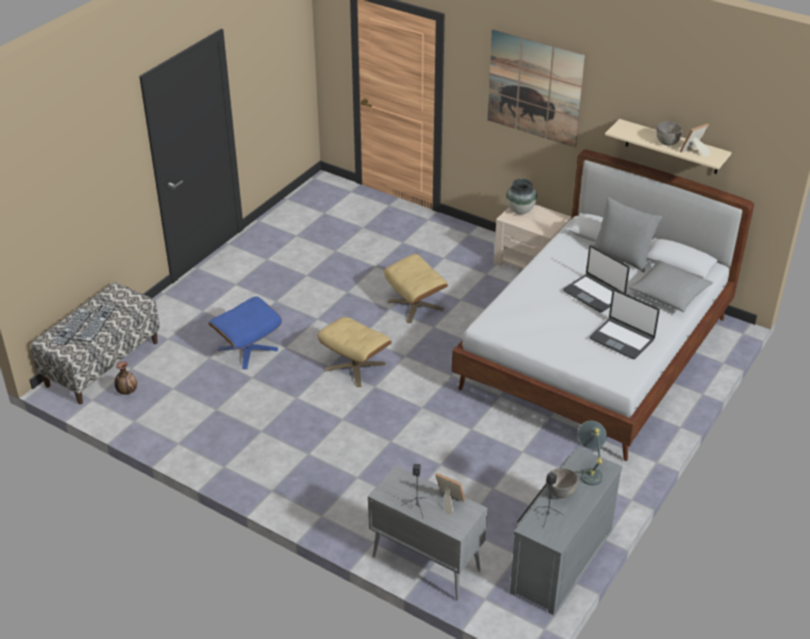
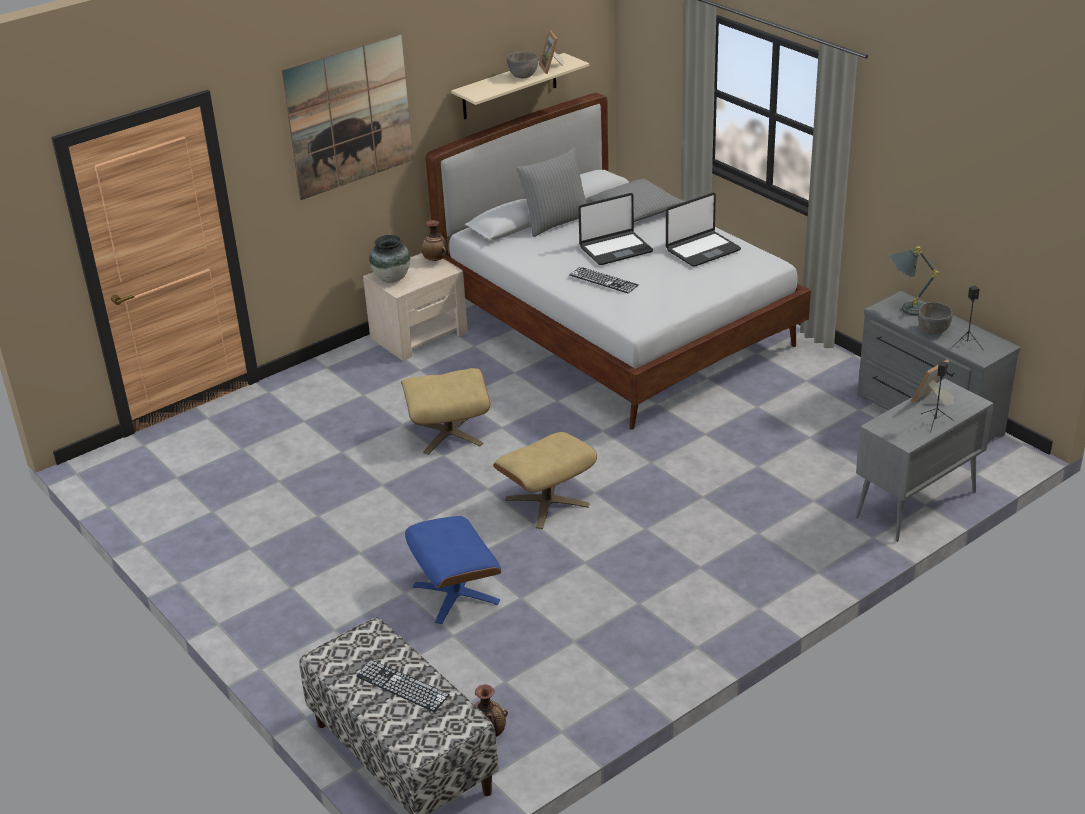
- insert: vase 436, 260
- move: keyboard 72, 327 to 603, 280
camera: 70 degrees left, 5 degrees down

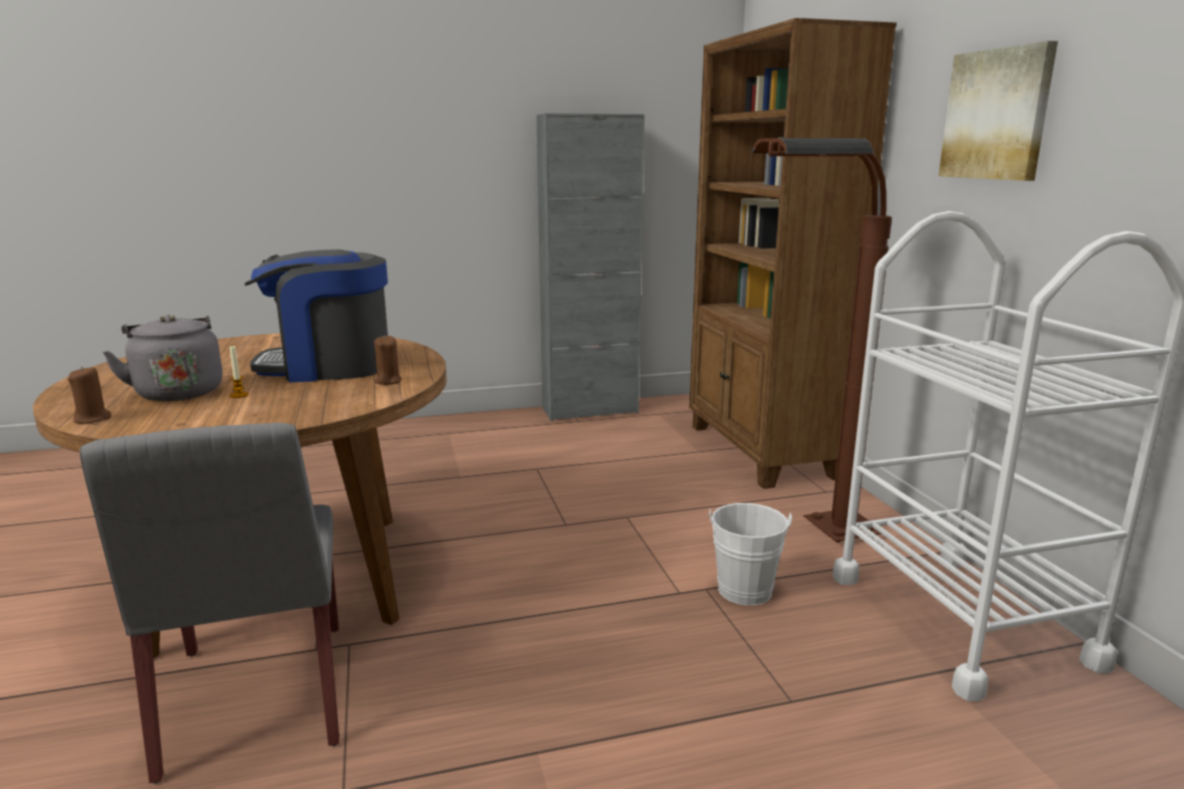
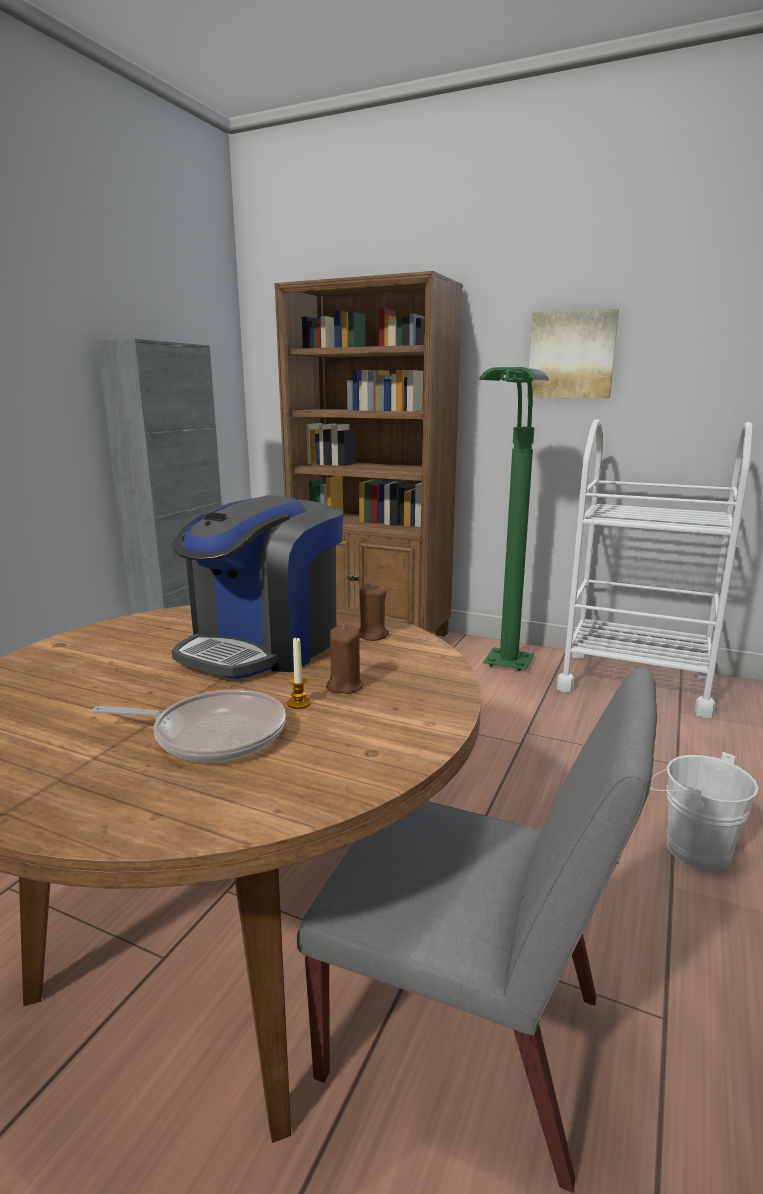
- move: brown_candle 93, 419 to 344, 686
- move: white_bucket 744, 587 to 690, 847
- replace: grey_kettle 178, 392 to frying_pan 213, 734
- recolor: brown_floor_lamp 807, 537 to green_floor_lamp 503, 675
camera: 50 degrees left, 0 degrees up

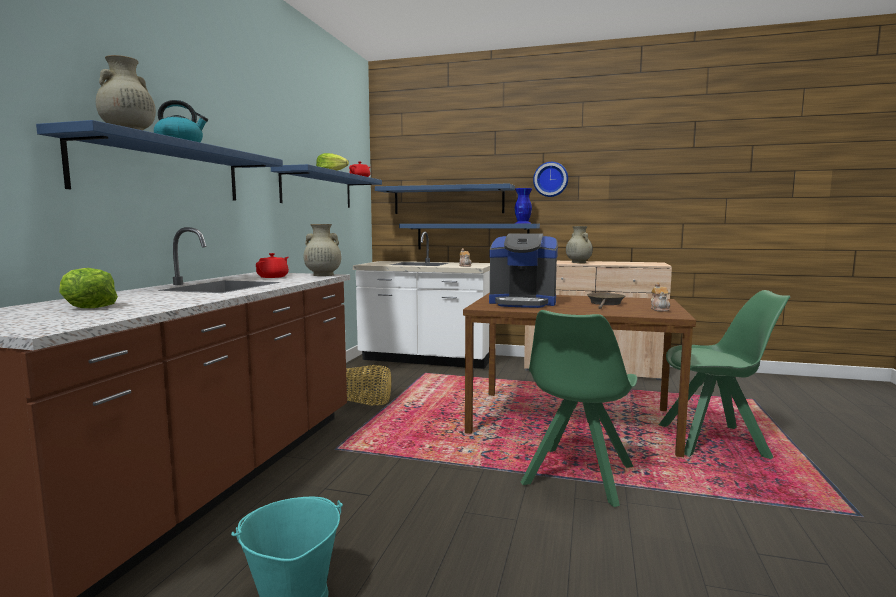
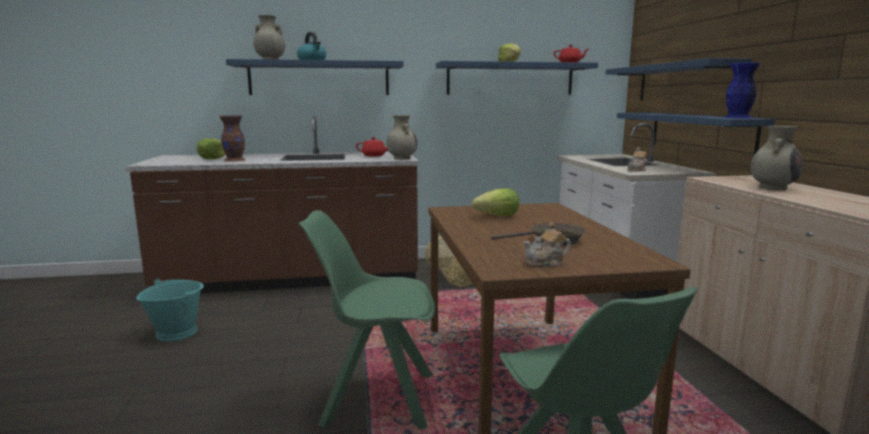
- delete: wall_clock 550, 179
- insert: brown_vase 235, 160
- replace: coffee_machine 523, 303 to lettuce 497, 216
camera: 65 degrees right, 5 degrees up

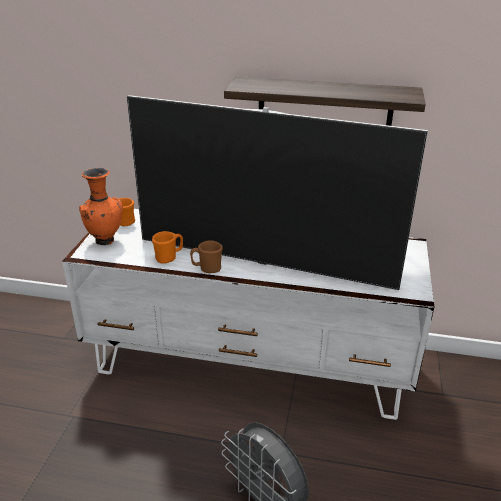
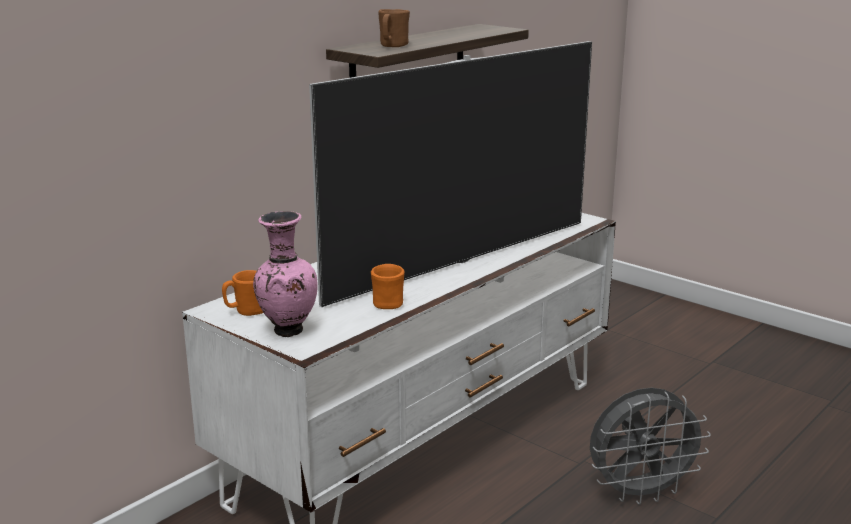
- move: brown_mug 207, 269 to 392, 46
- recolor: orange_vase 105, 240 to pink_vase 286, 331
camera: 60 degrees left, 10 degrees down

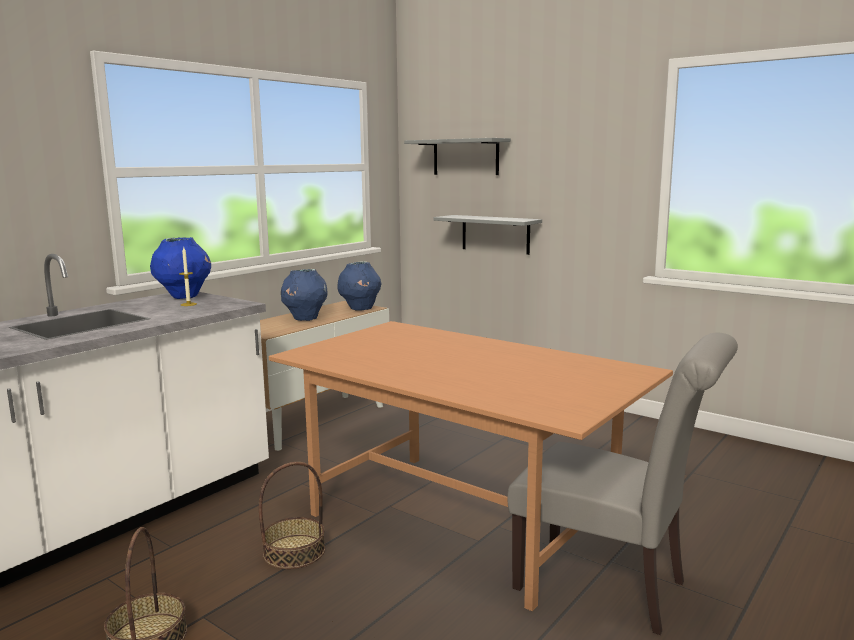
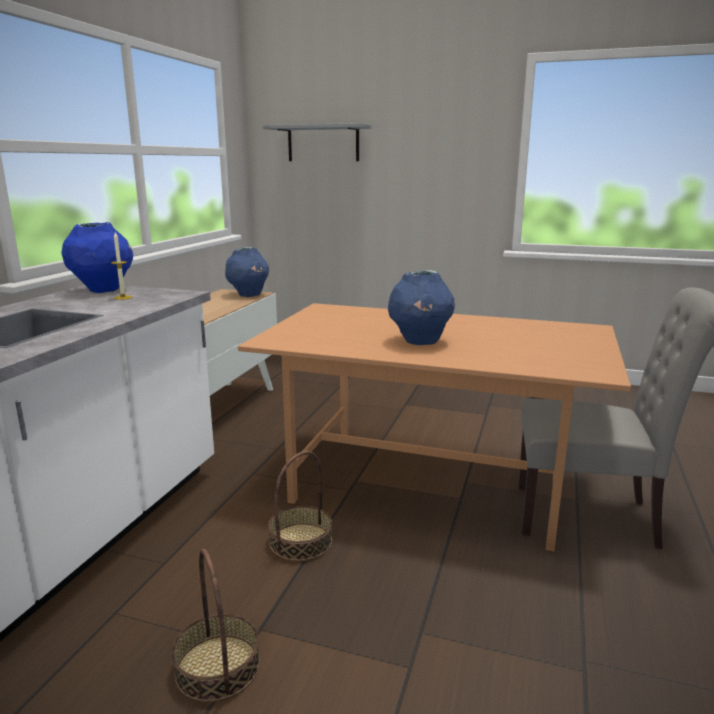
- delete: grey_shelf 495, 234
- move: blue_vase 305, 319 to 420, 341
camera: 20 degrees left, 5 degrees up

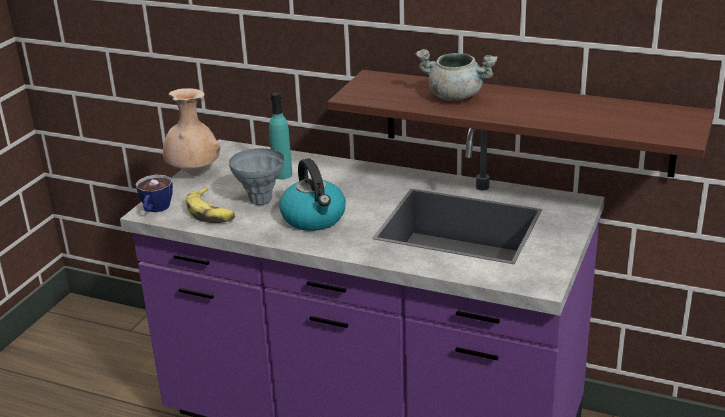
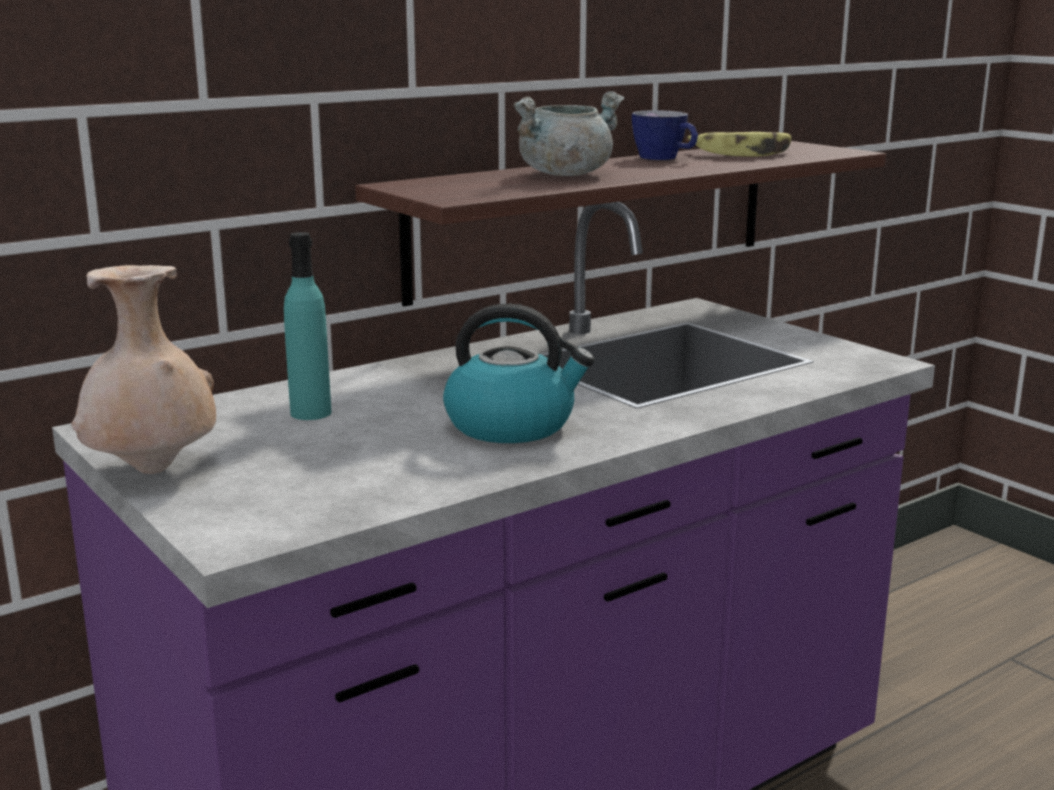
- delete: grey_vase 260, 200
- move: cup 155, 210 to 665, 158
- move: banana 211, 213 to 743, 153
camera: 60 degrees left, 10 degrees down

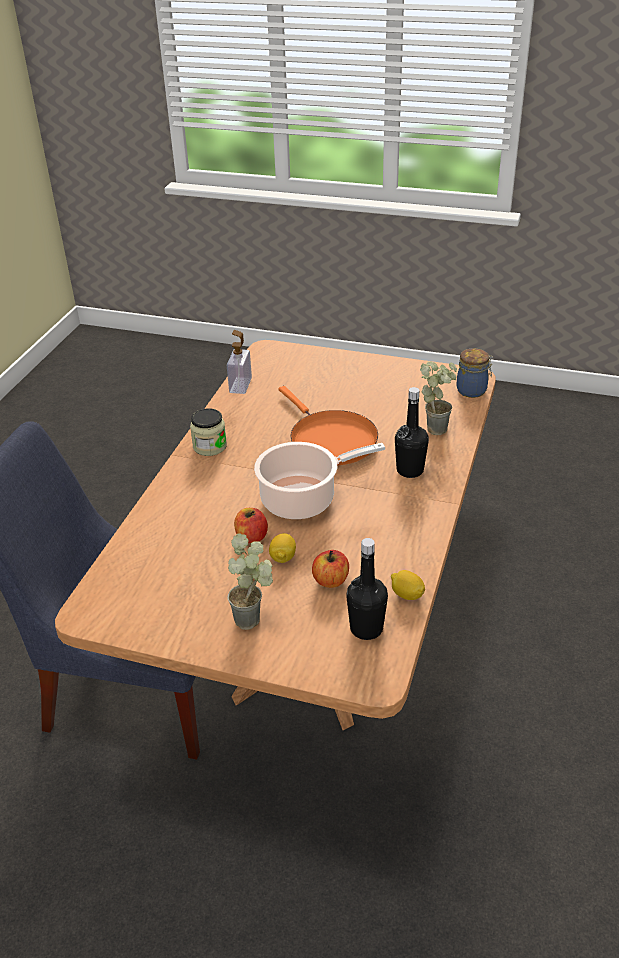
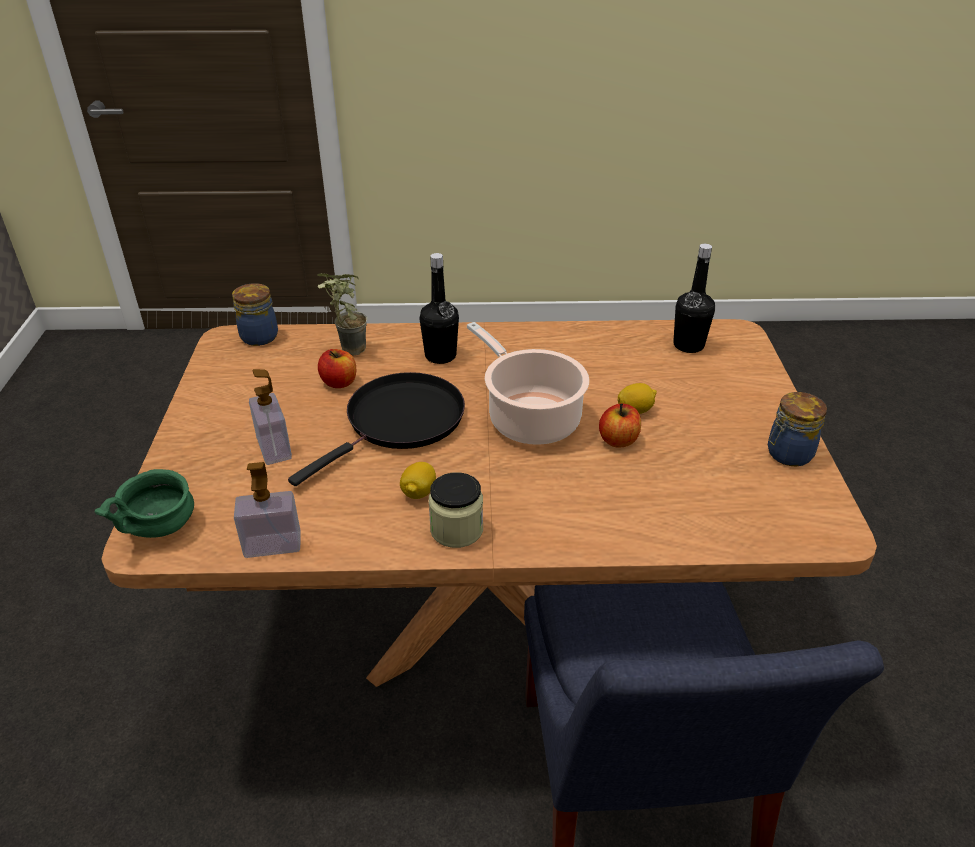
- delete: potted_plant 255, 620
- insert: green_bowl 160, 527
- insert: soap_dispenser 274, 448
- insert: jar 787, 454
- move: apple 331, 580 to 339, 382
- move: lemon 407, 595 to 419, 492
- recolor: orange_frying_pan 330, 439 to black_frying_pan 400, 422
camera: 110 degrees left, 0 degrees up

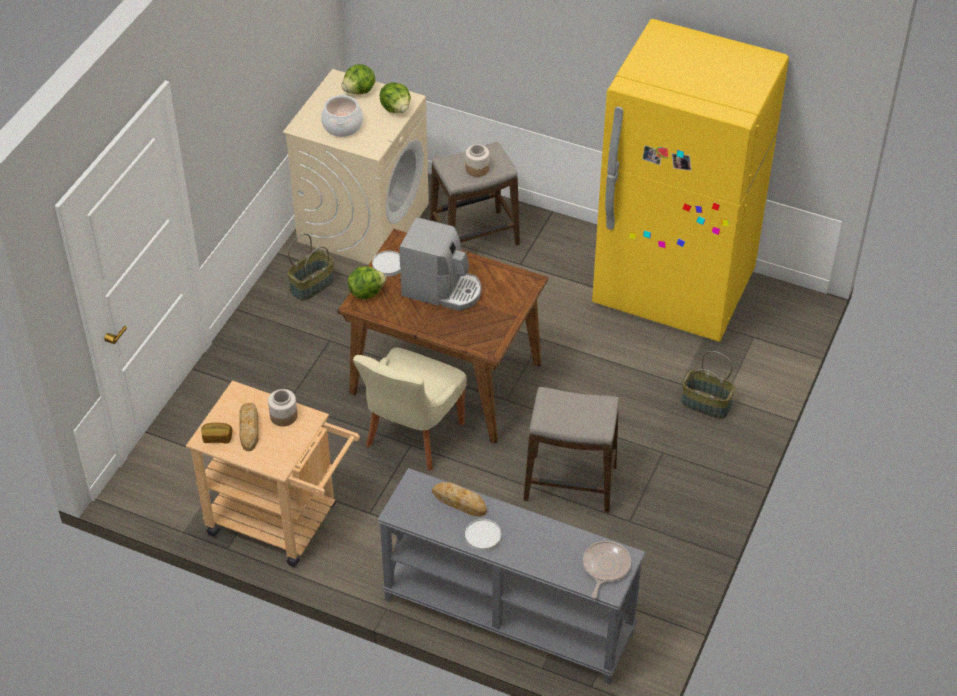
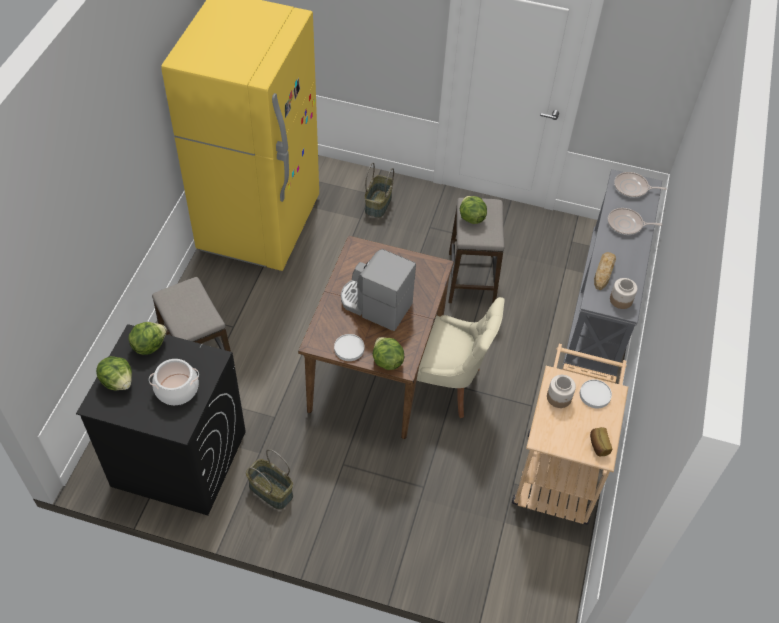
- delete: bread 249, 428
- insert: lettuce 471, 218
- insert: frying_pan 626, 224
- move: jar 477, 168 to 620, 300
- move: white_plate 483, 536 to 594, 395
- recolor: beige_washing_machine 363, 222 to black_washing_machine 178, 458
- rotate: coffee_machine 442, 289 = 375, 305 75 degrees counterclockwise
camera: 100 degrees left, 5 degrees up

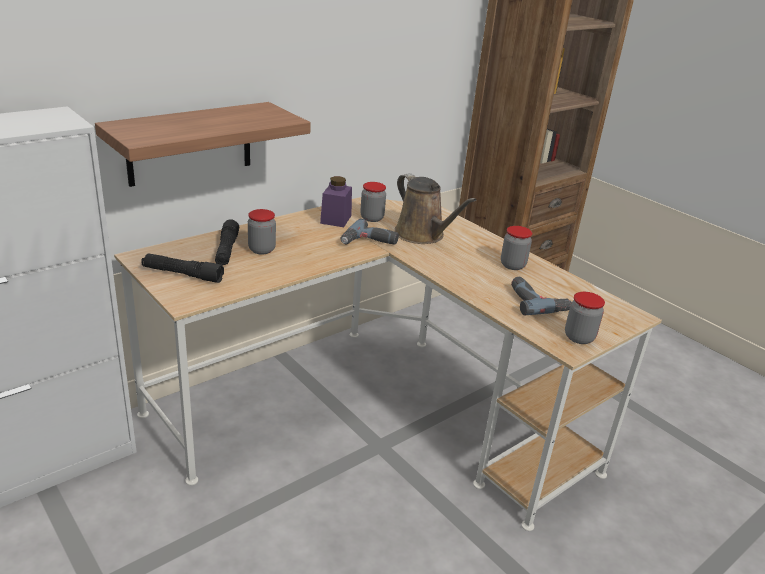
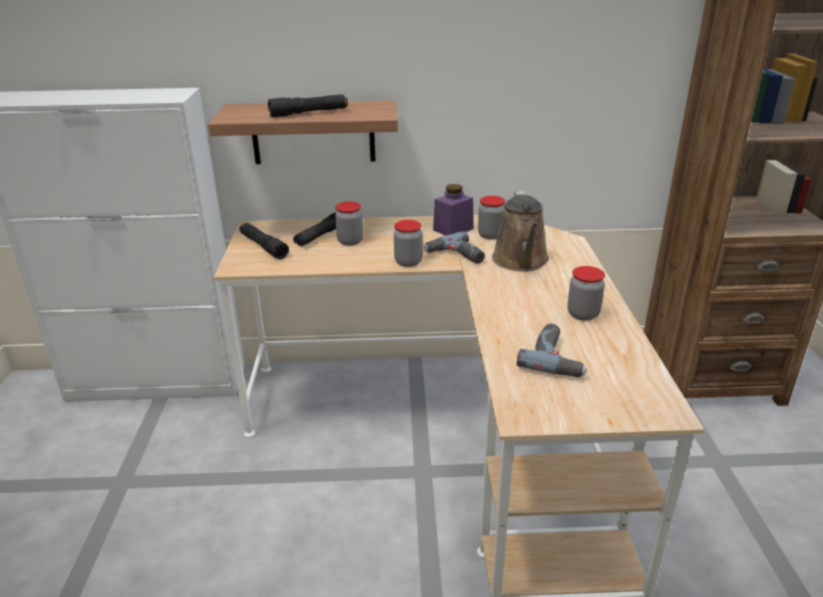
- insert: black_flashlight 309, 113
- move: jar 579, 337 to 408, 262
camera: 40 degrees right, 0 degrees up

